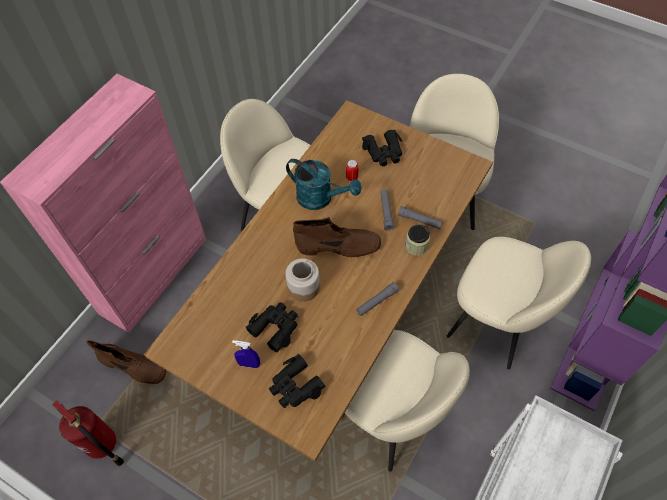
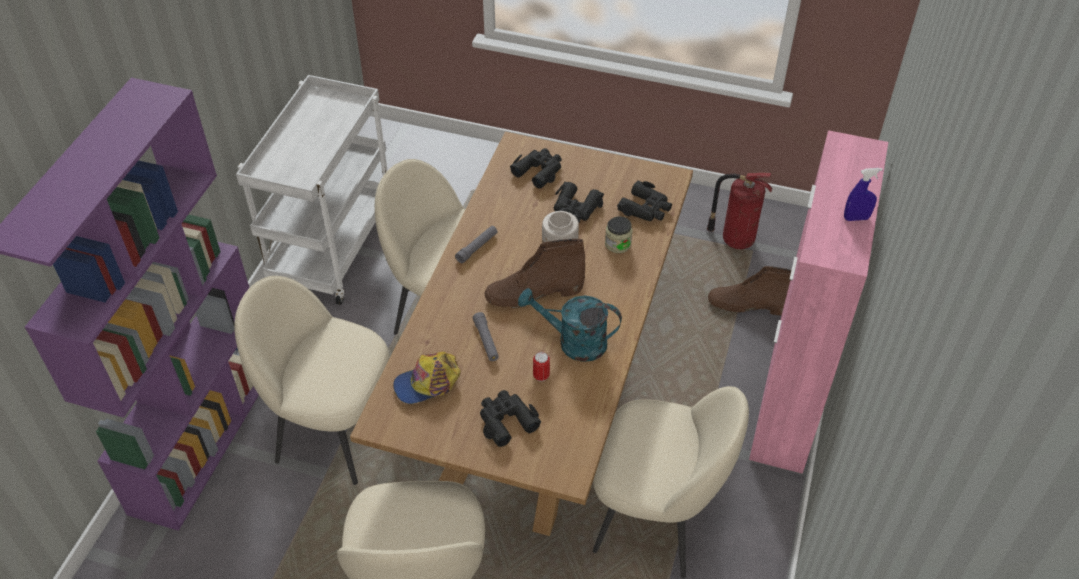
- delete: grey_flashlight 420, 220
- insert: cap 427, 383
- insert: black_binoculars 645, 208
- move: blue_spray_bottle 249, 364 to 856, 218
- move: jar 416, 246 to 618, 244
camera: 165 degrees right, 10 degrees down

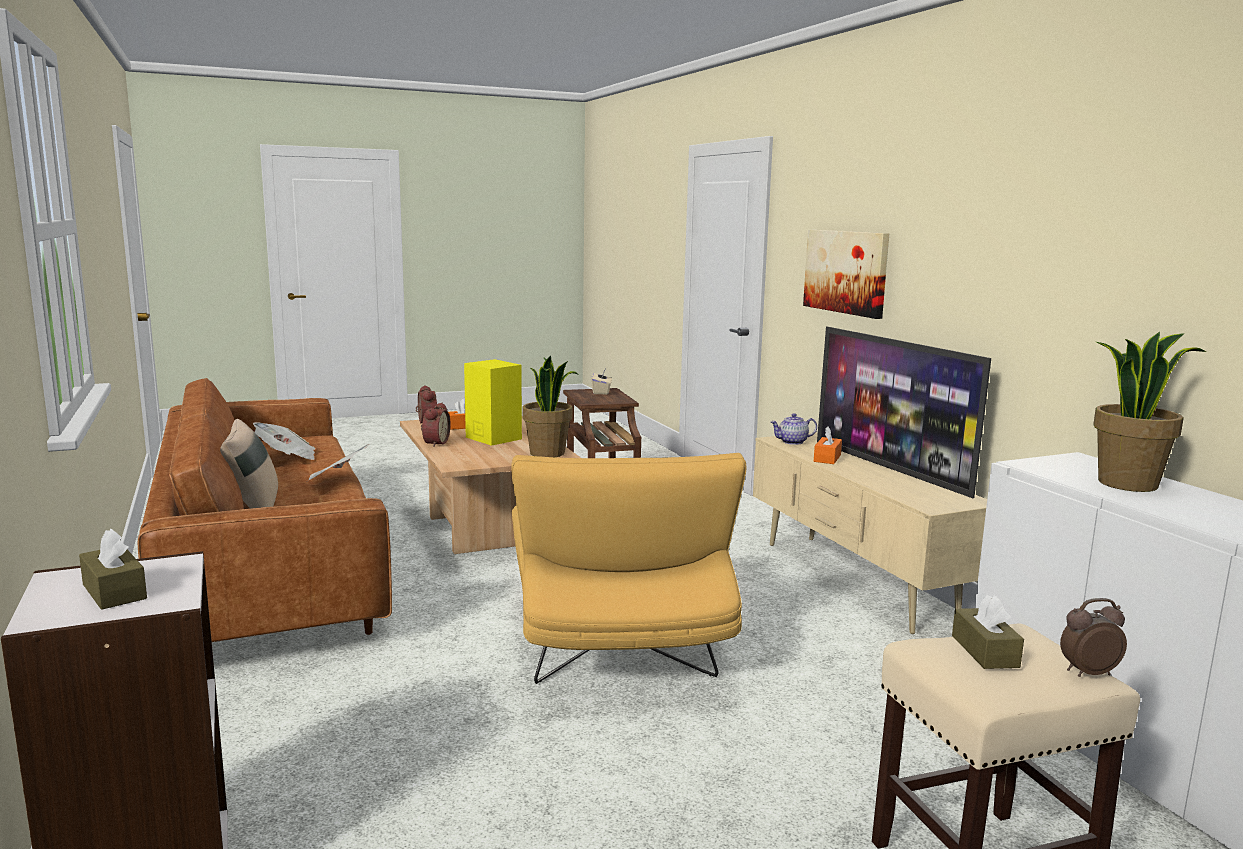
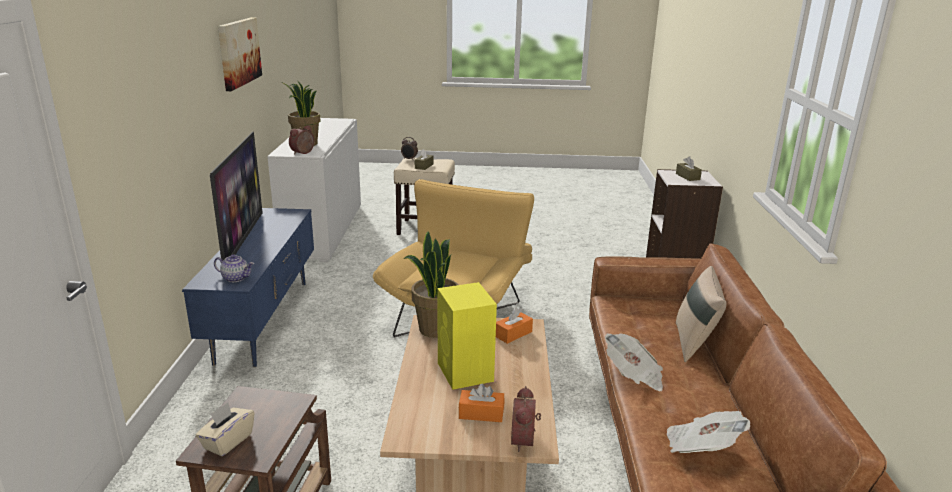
- move: alarm_clock 434, 443 to 303, 153
- move: picture 846, 272 to 238, 52
- move: orange_tissue_box 827, 458 to 513, 334
- recolor: beige_tv_stand 854, 581 to blue_tv_stand 265, 321
camera: 155 degrees left, 10 degrees up

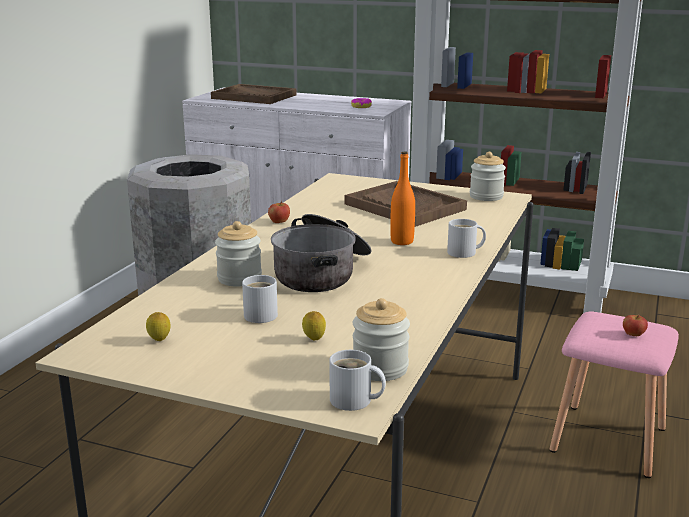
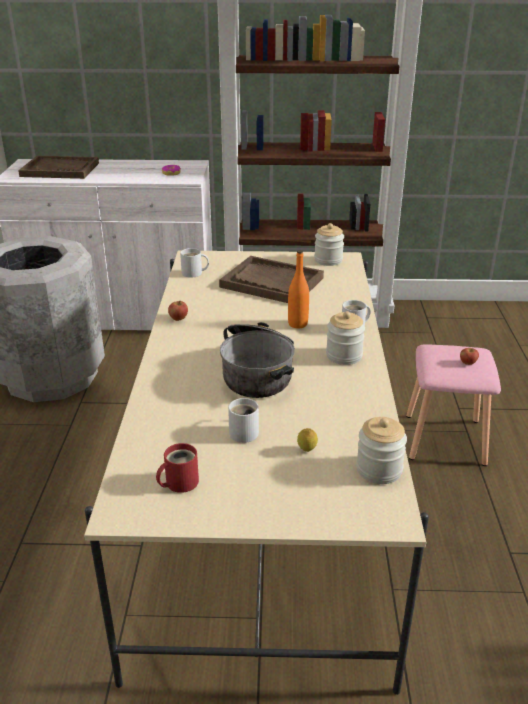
- move: jar 239, 278 to 344, 356
- move: white_mug 354, 401 to 194, 273
- replace: lemon 159, 341 to red_mug 178, 482
camera: 20 degrees left, 10 degrees up

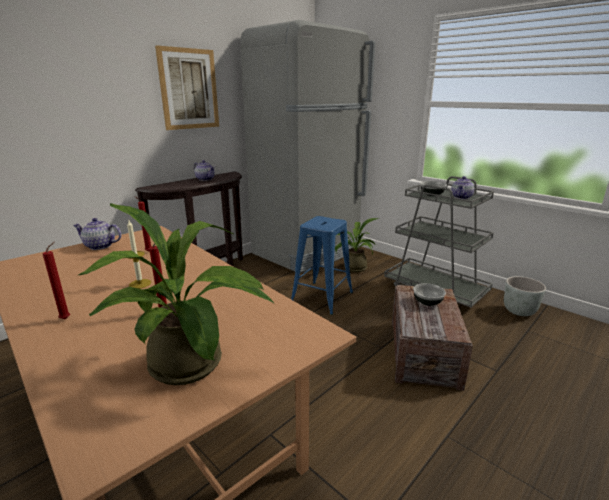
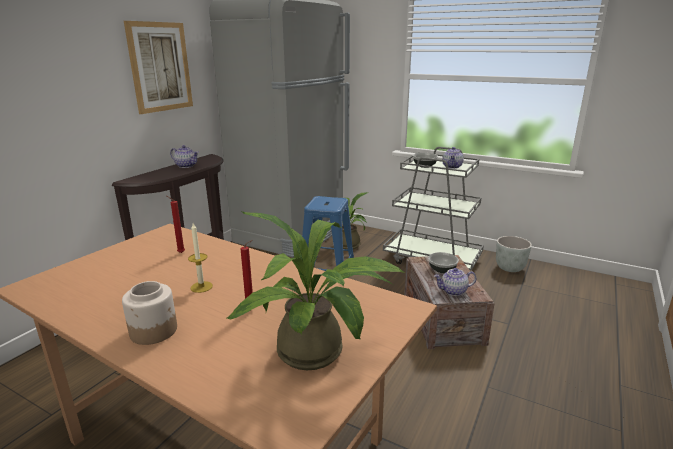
- move: teapot 99, 246 to 453, 291
- replace: red_candle 67, 318 to jar 154, 331
camera: 15 degrees left, 0 degrees up

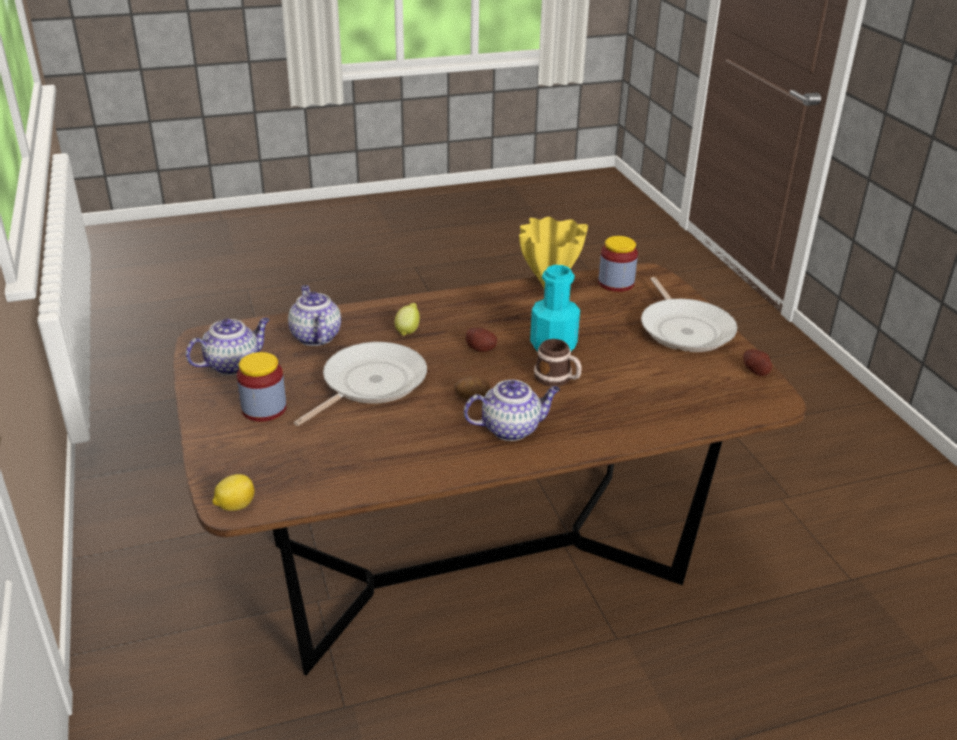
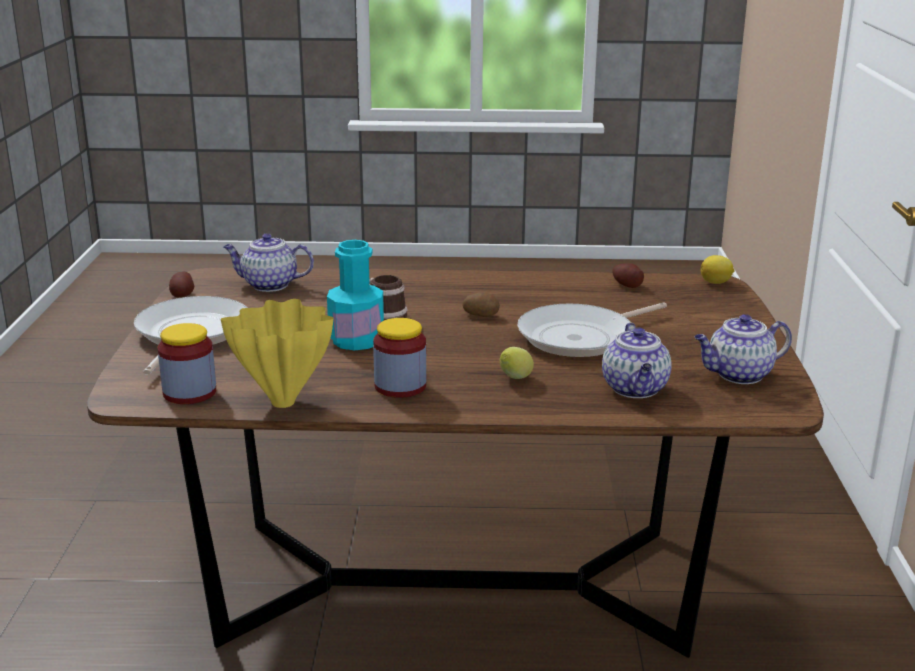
- move: jar 264, 409 to 400, 386
- move: teapot 512, 428 to 268, 285
- move: potato 481, 348 to 626, 285
camera: 160 degrees left, 10 degrees down

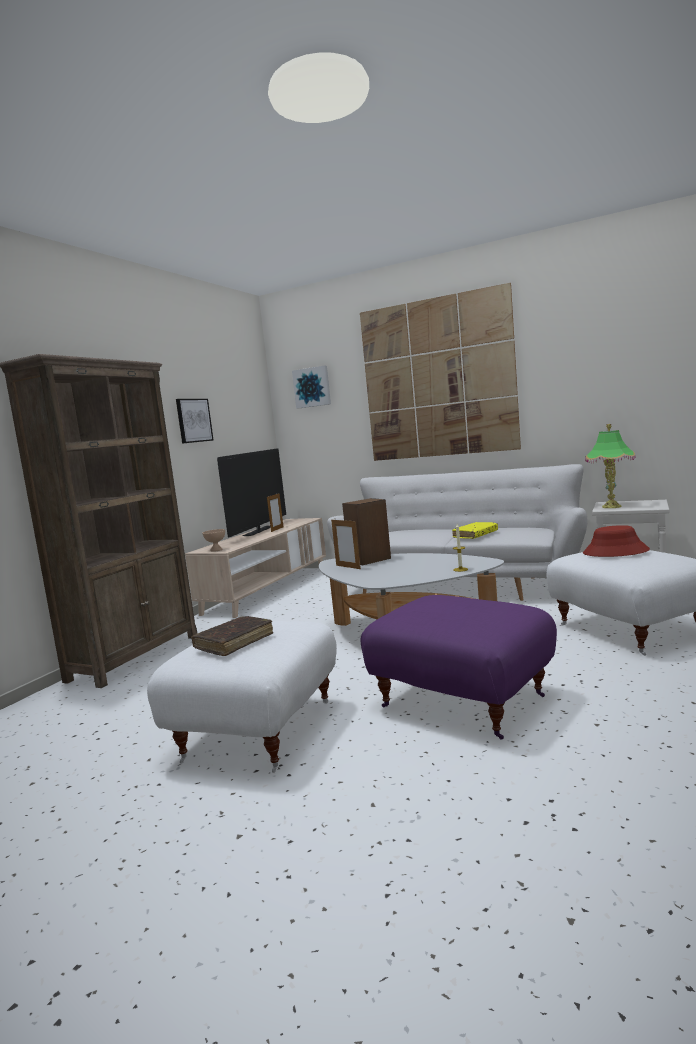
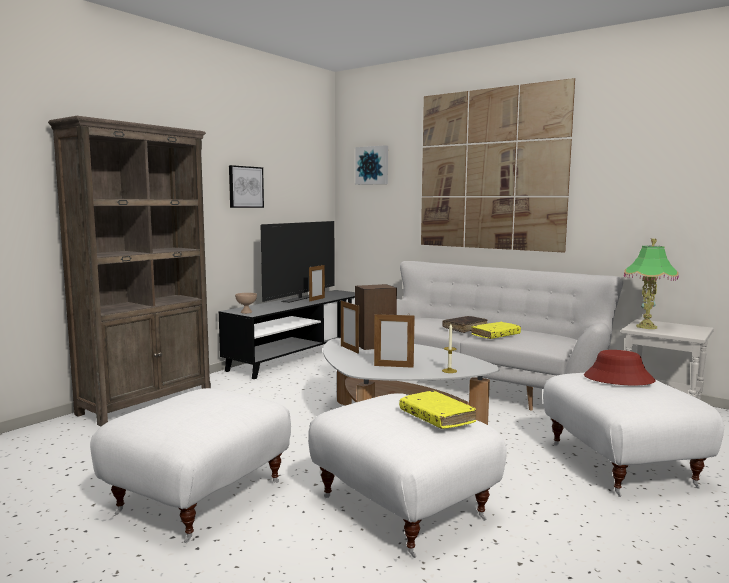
- insert: picture_frame 393, 366
- insert: yellow_book 436, 417
- move: brown_book 234, 642 to 464, 328
- recolor: beige_tv_stand 268, 590 to black_tv_stand 300, 356
- recolor: purple_ottoman 464, 700 to white_ottoman 404, 507
camera: 10 degrees right, 0 degrees up

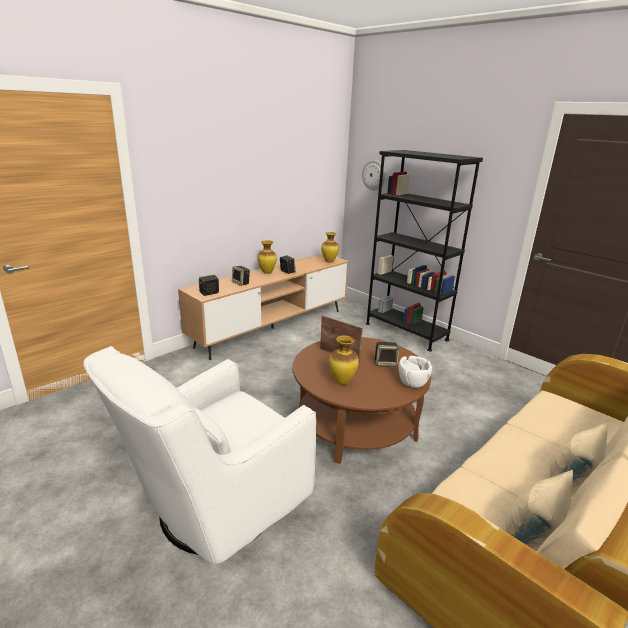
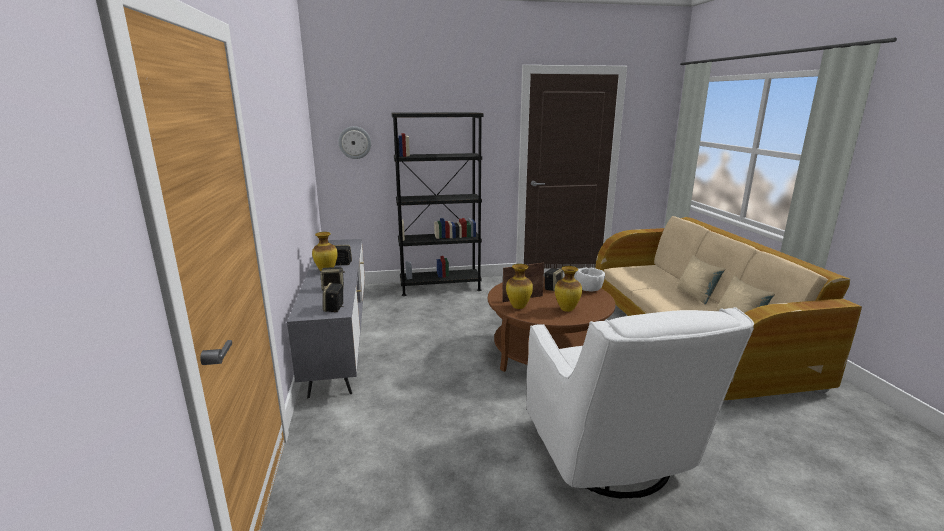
- move: vase 329, 261 to 518, 307
- recolor: brown_tv_stand 272, 328 to grey_tv_stand 340, 338
camera: 55 degrees left, 5 degrees down

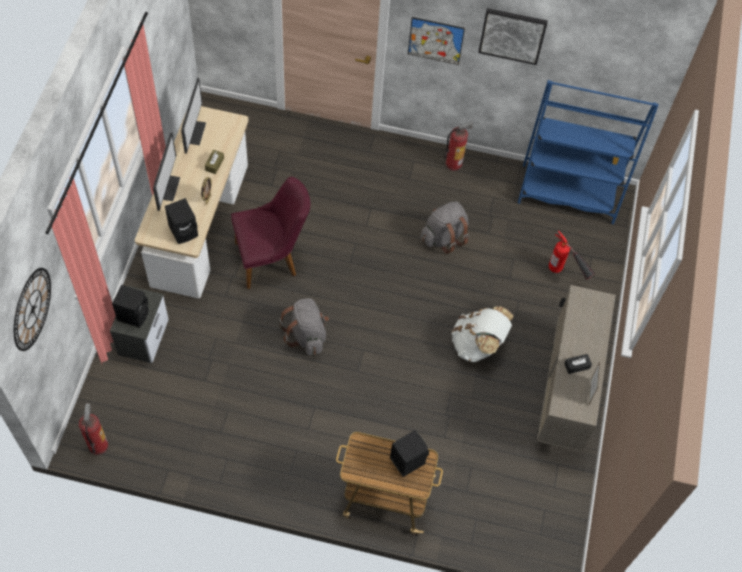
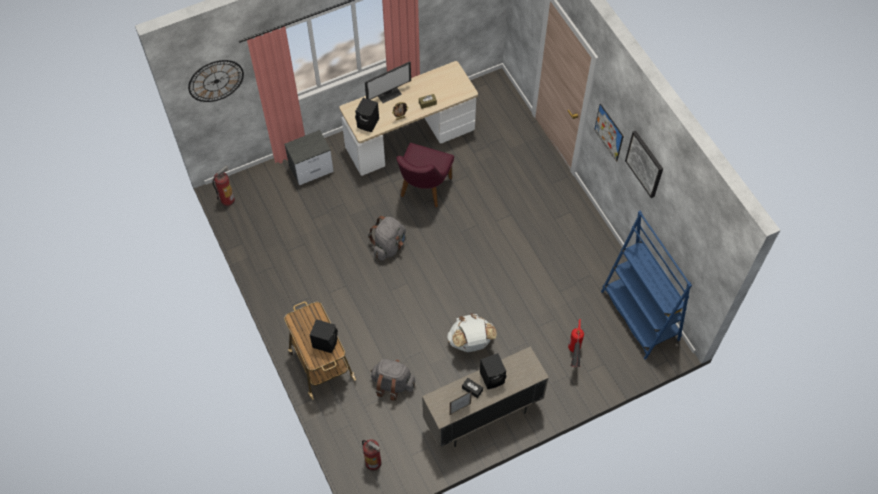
- delete: monitor 193, 132
- move: black_speaker 134, 314 to 493, 377
- move: grey_backpack 444, 237 to 392, 384
- move: fire_extinguisher 454, 163 to 373, 462
- rotate: purple_chair 272, 258 = 423, 190 75 degrees clockwise
camera: 55 degrees right, 0 degrees up

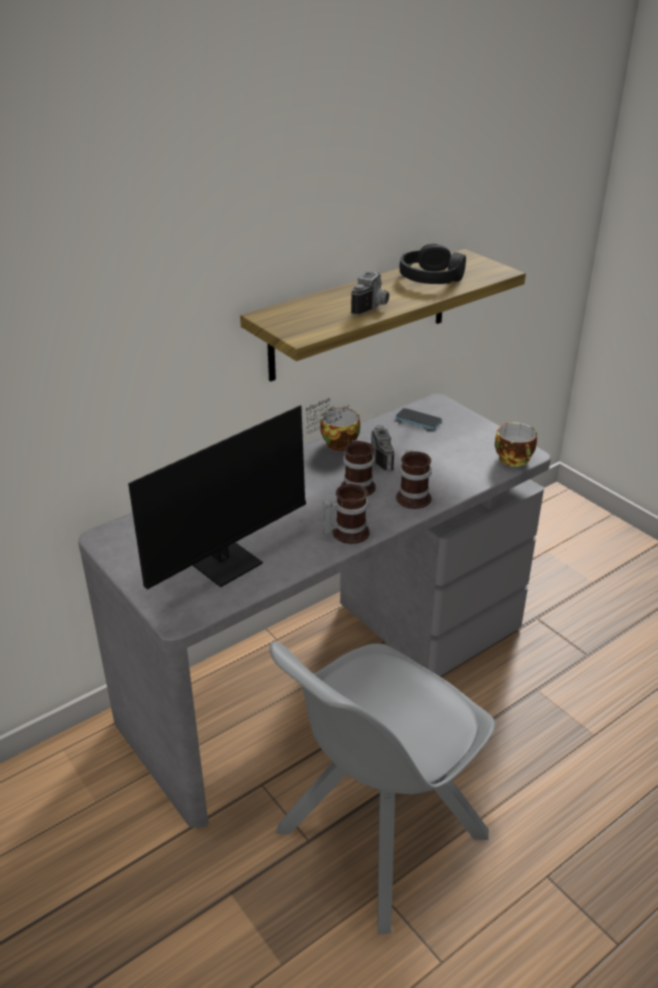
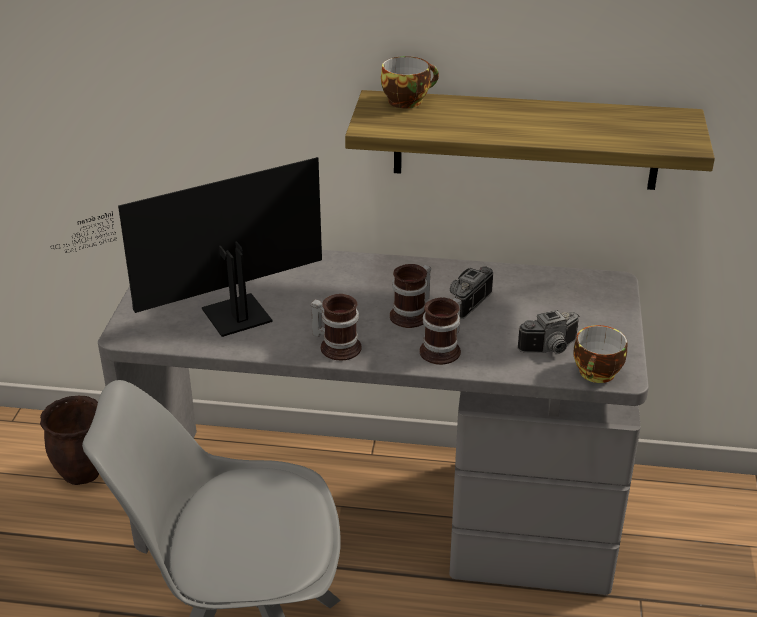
- delete: phone 418, 420
- delete: black_headphones 431, 278
- insert: brown_planter 83, 474
- move: cup 340, 442 to 407, 100
- move: photo_camera 373, 307 to 551, 349
- rotate: monitor 235, 559 = 226, 316 150 degrees clockwise
camera: 45 degrees right, 0 degrees up

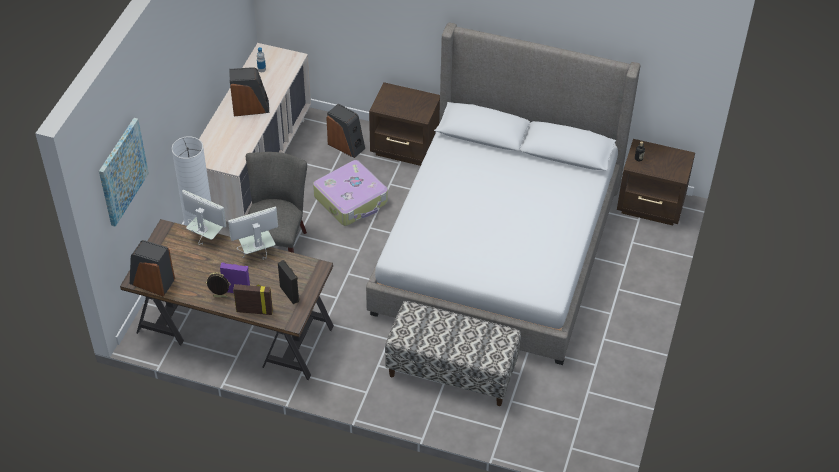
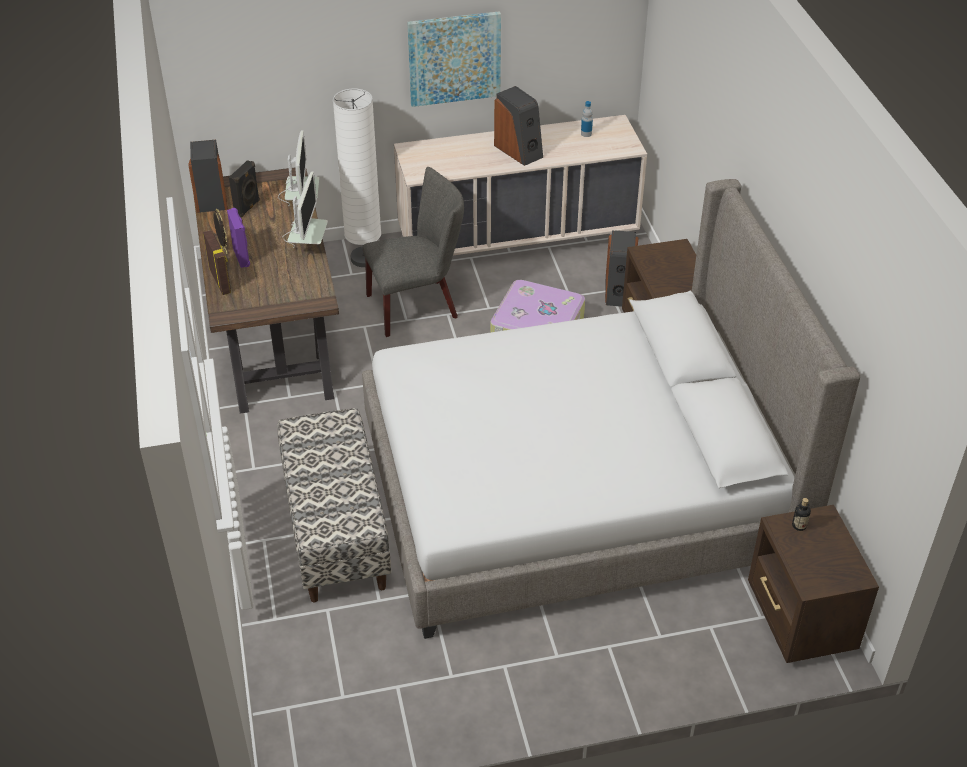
- move: picture 122, 171 to 454, 58
- move: black_speaker 290, 293 to 248, 208
- rotate: monitor 257, 253 = 308, 248 60 degrees clockwise
camera: 60 degrees right, 5 degrees down

